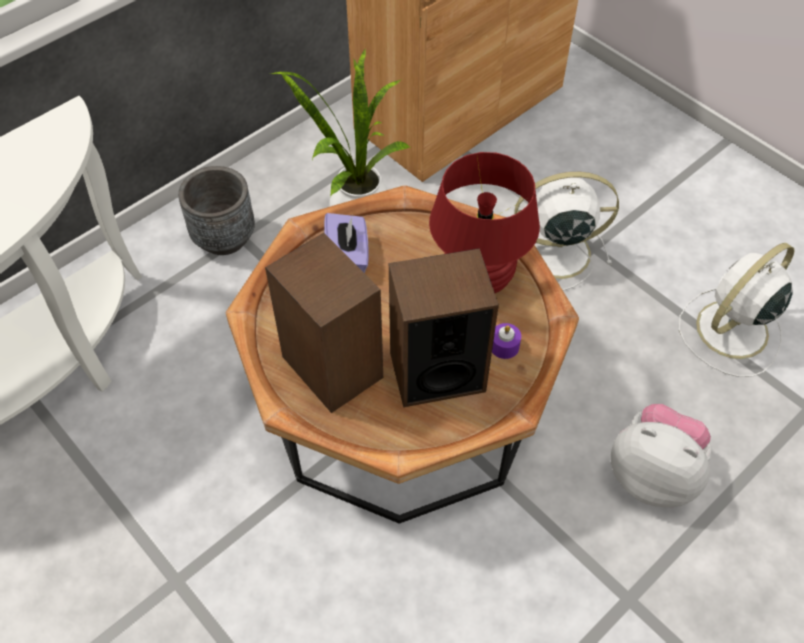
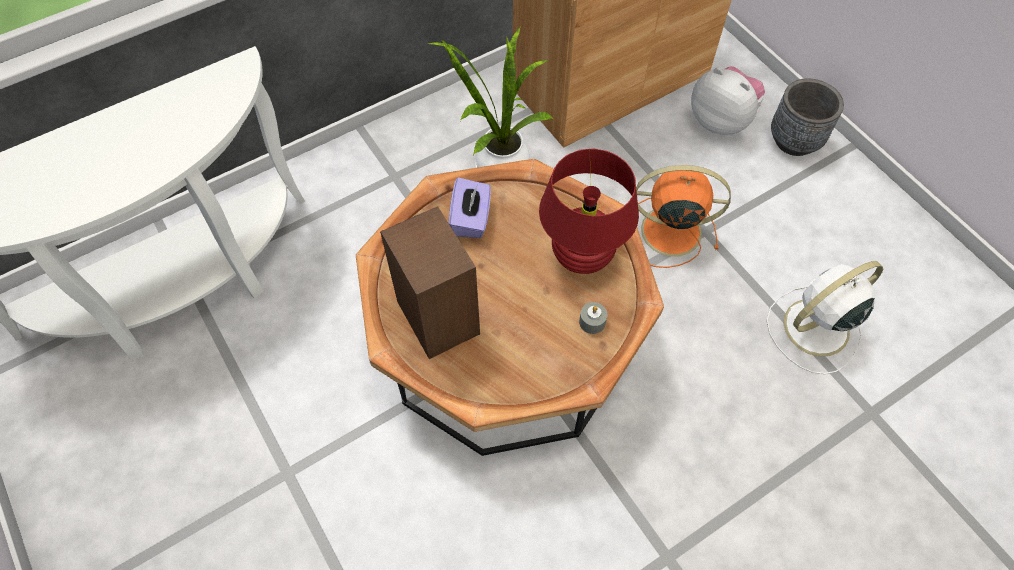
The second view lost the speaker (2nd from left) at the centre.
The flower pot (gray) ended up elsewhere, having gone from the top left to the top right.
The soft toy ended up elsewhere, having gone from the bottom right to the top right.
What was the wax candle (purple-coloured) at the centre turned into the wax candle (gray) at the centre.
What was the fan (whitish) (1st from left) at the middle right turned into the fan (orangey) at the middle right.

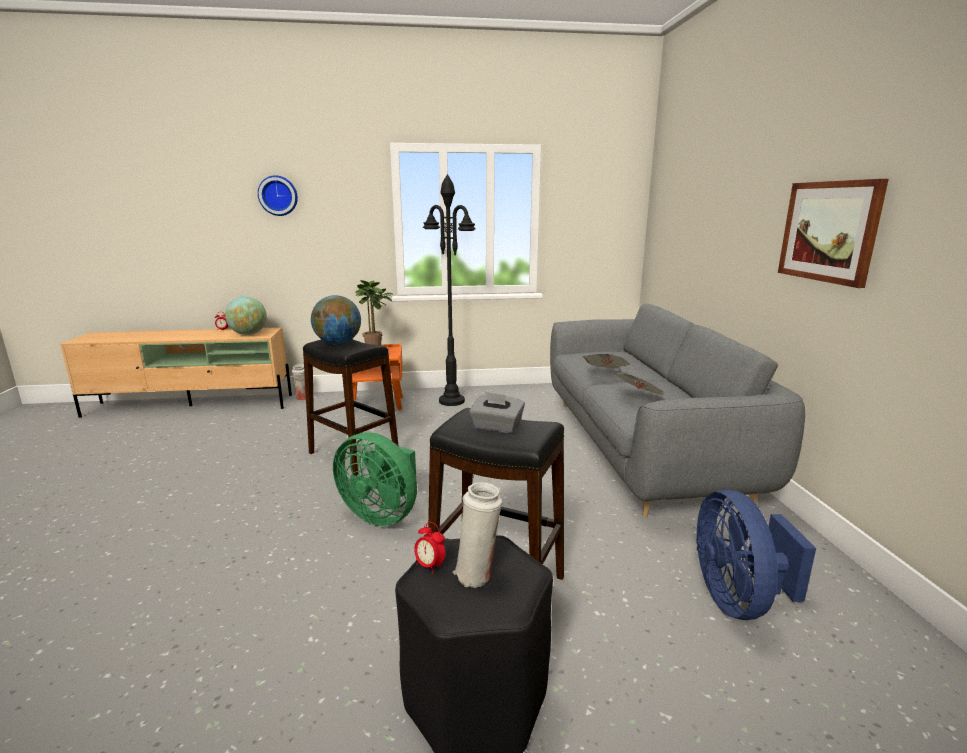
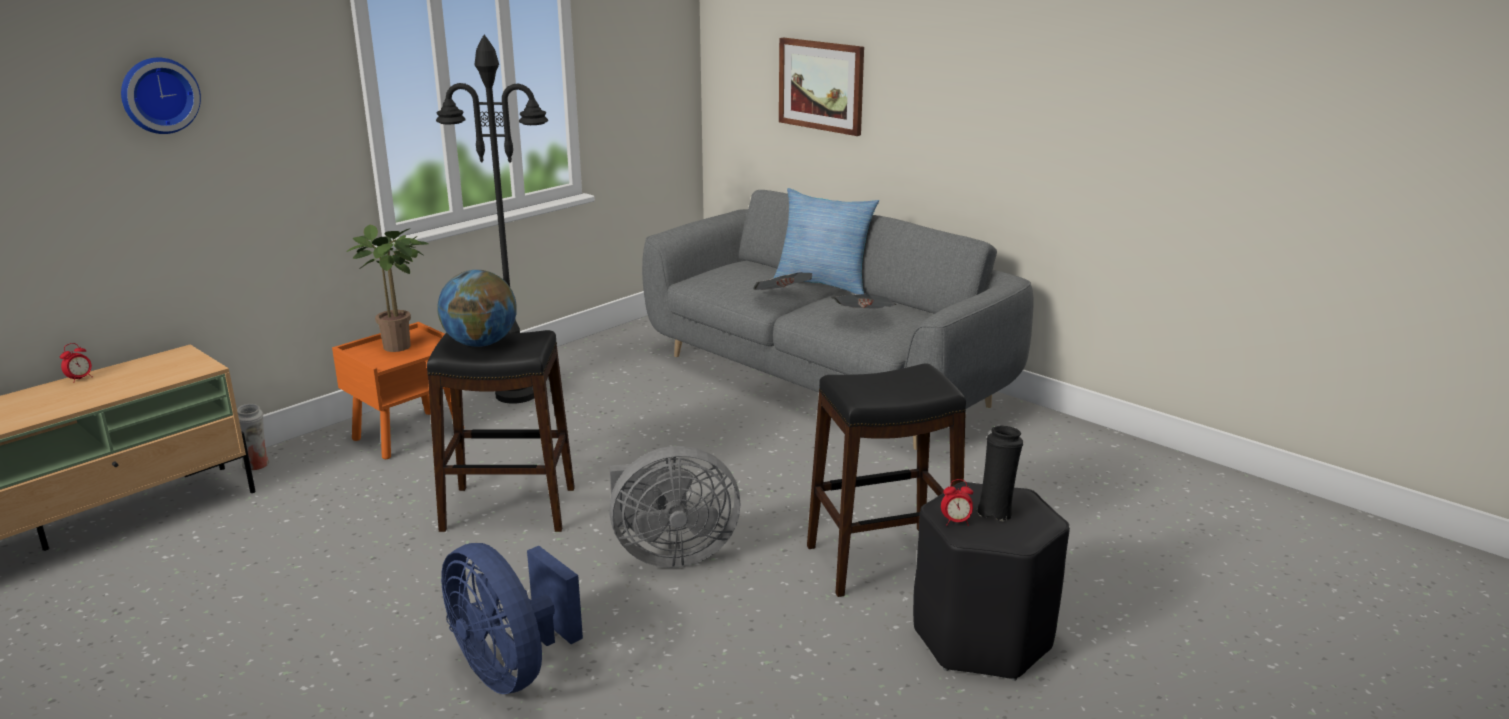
The second view lost the desk globe (1st from left) at the middle left.
The second view lost the tissue holder (gray) at the centre.
The second view gained the pillow at the centre.
The fan (blue) ended up elsewhere, having gone from the bottom right to the bottom centre.
The wall picture ended up elsewhere, having gone from the top right to the top centre.
What was the fan (green-coloured) at the centre turned into the fan (gray) at the bottom centre.
What was the vase (whitish) (2nd from left) at the bottom centre turned into the vase (black-coloured) at the centre.

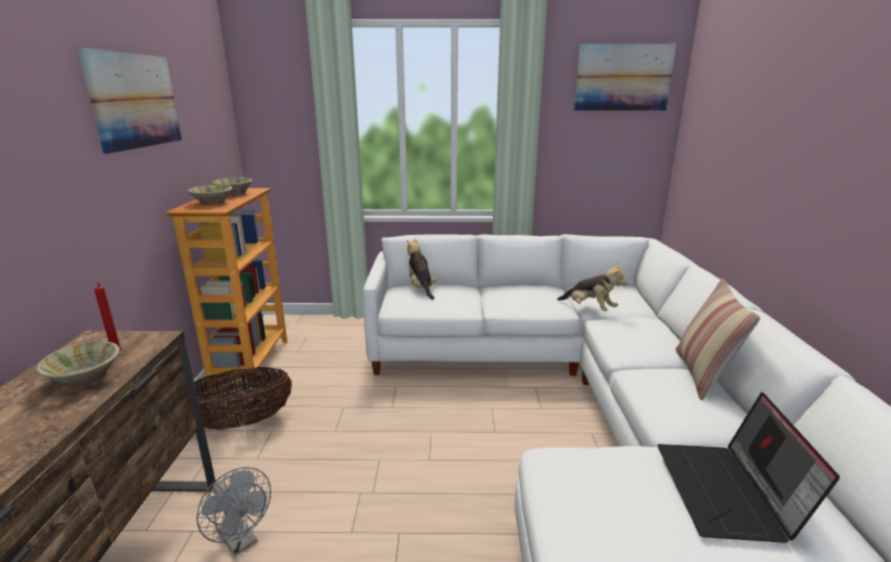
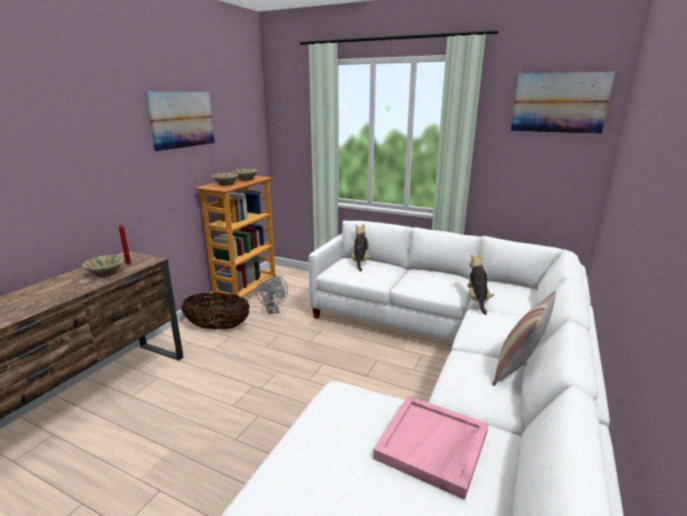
The fan (gray) ended up elsewhere, having gone from the bottom left to the centre.
Where the portable computer stood at the bottom right, the serving tray (pink) came to stand at the bottom centre.
The soft toy (2nd from left) at the centre ended up facing another way, 150 degrees counterclockwise from before.

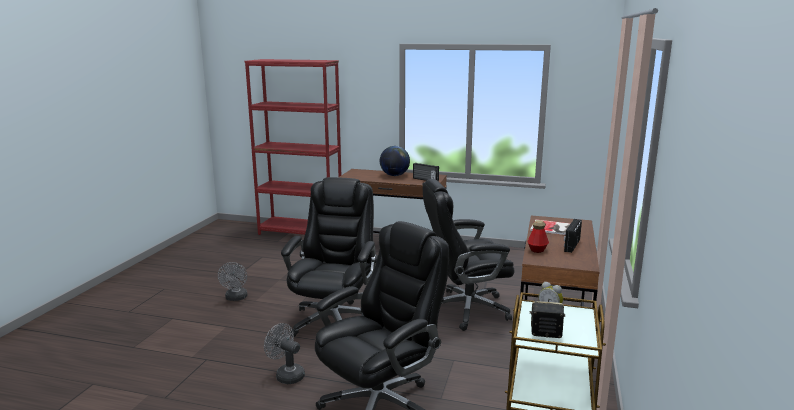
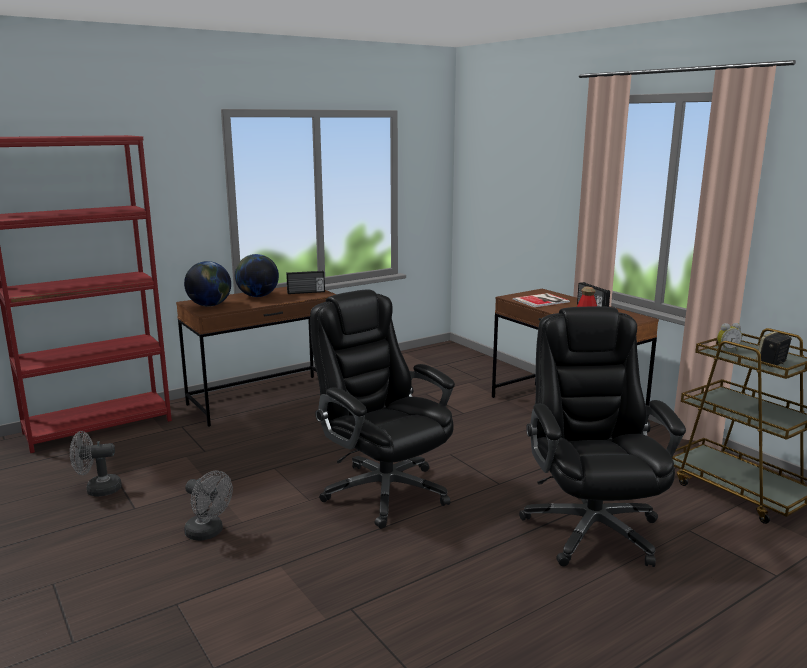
The second view lost the desk chair (black-coloured) (3rd from left) at the centre.
The second view gained the desk globe (1st from left) at the middle left.
The fan (gray) (2nd from left in the first image) ended up elsewhere, having gone from the bottom centre to the bottom left.

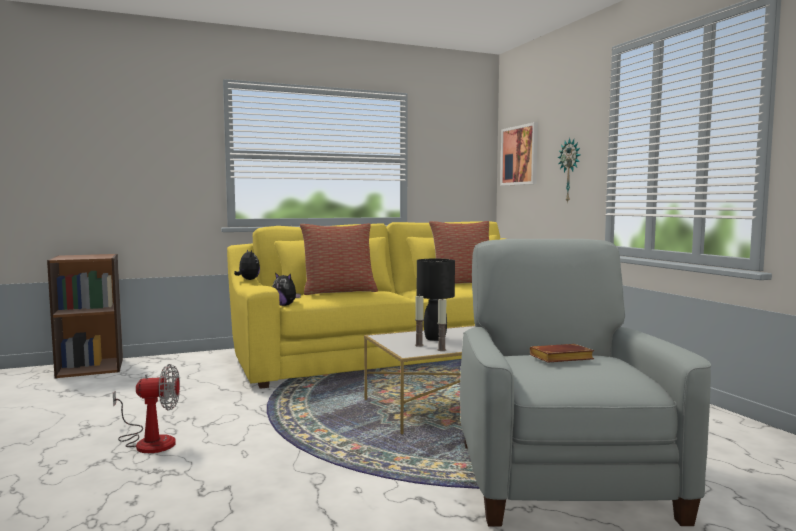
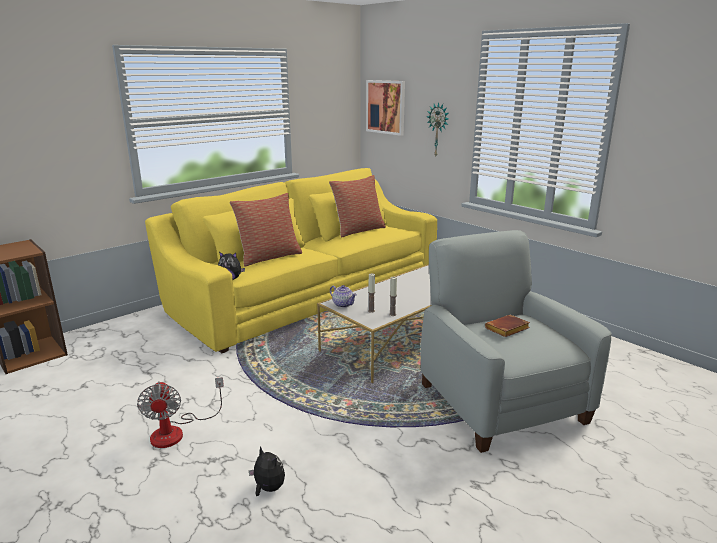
The second view lost the lamp for a table (black-coloured) at the centre.
The second view gained the pot for tea at the centre.
The soft toy (1st from left in the first image) ended up elsewhere, having gone from the middle left to the bottom centre.
The fan at the bottom left ended up facing another way, 105 degrees clockwise from before.

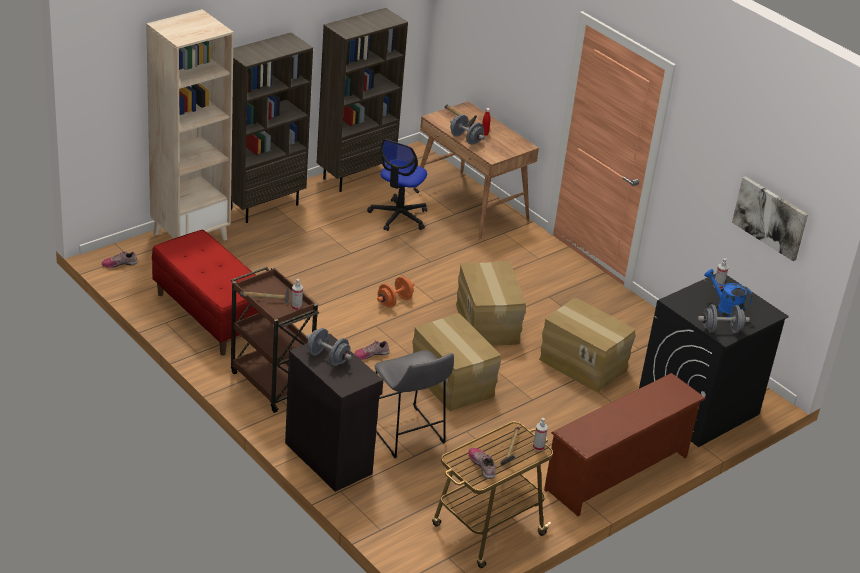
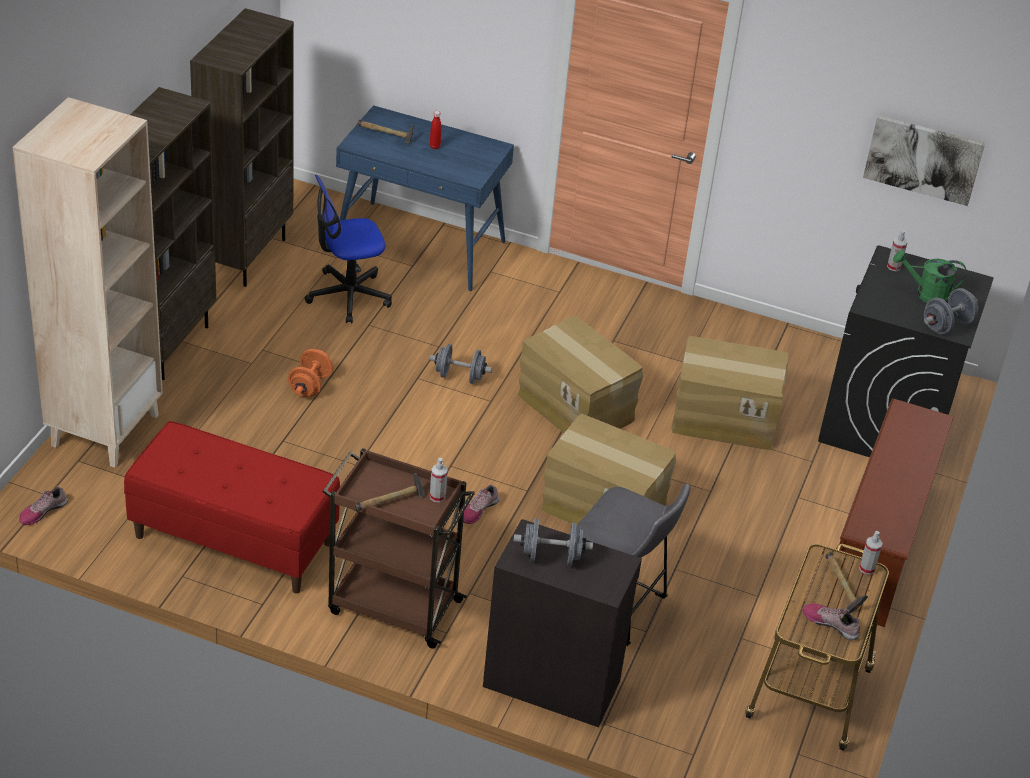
The hand weight (orangey) ended up elsewhere, having gone from the centre to the middle left.
The hand weight (gray) (2nd from left in the first image) ended up elsewhere, having gone from the top centre to the centre.
What was the desk unit (brown-coloured) at the top centre turned into the desk unit (blue) at the top centre.
What was the watering can (blue) at the middle right turned into the watering can (green-coloured) at the middle right.
The desk chair at the top centre ended up facing another way, 75 degrees clockwise from before.

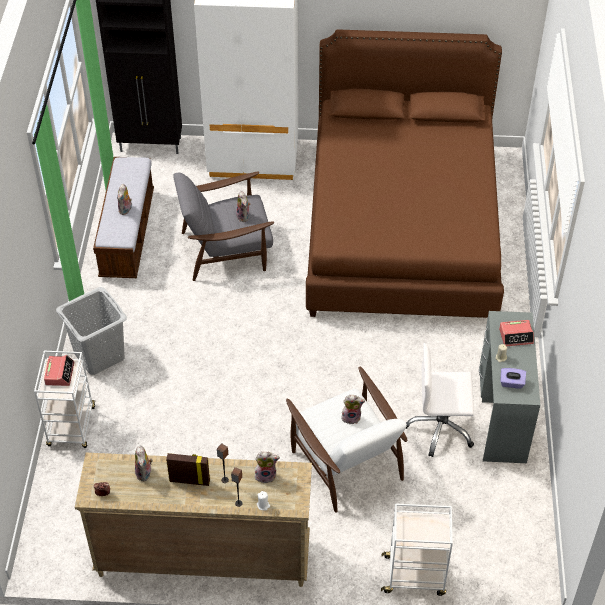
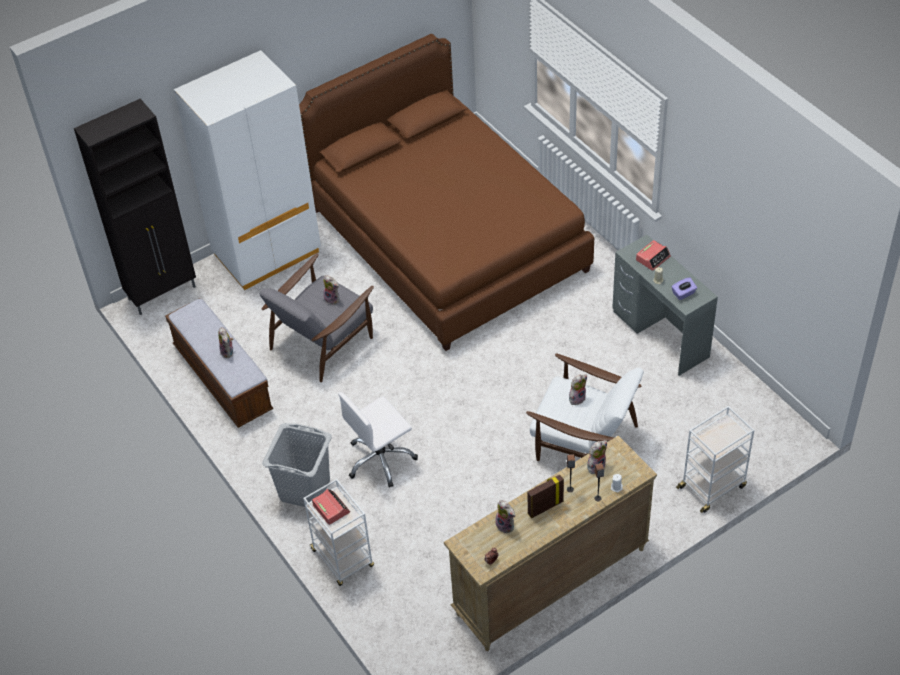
The desk chair (whitish) ended up elsewhere, having gone from the middle right to the centre.

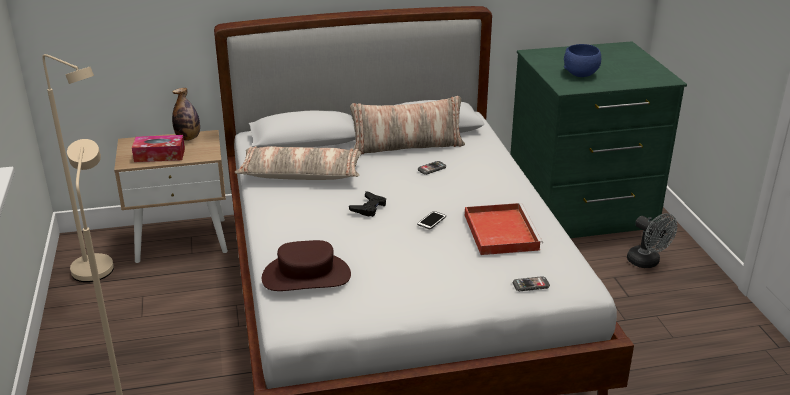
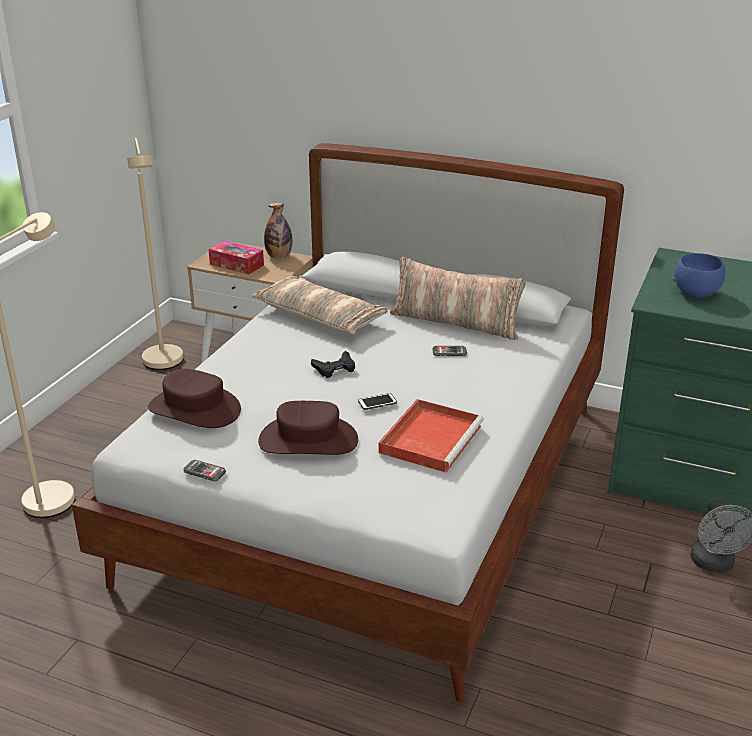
The second view gained the hat (brown-coloured) (2nd from left) at the centre.
The phone (3rd from left in the first image) ended up elsewhere, having gone from the bottom right to the middle left.

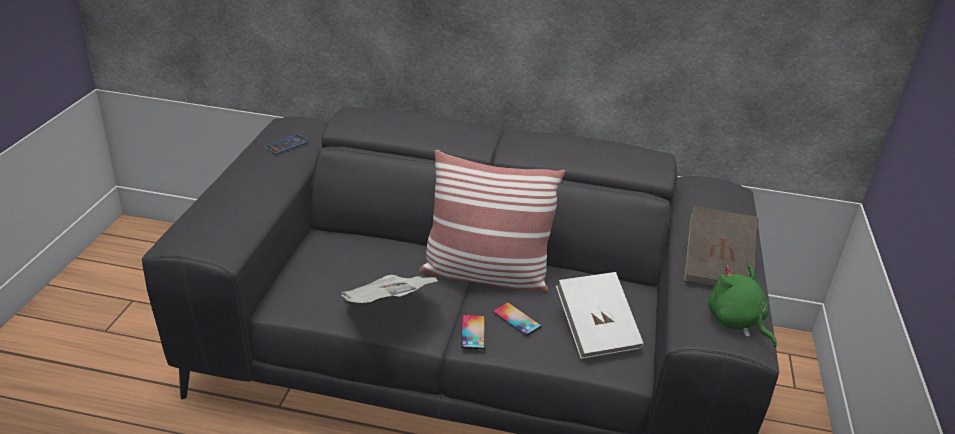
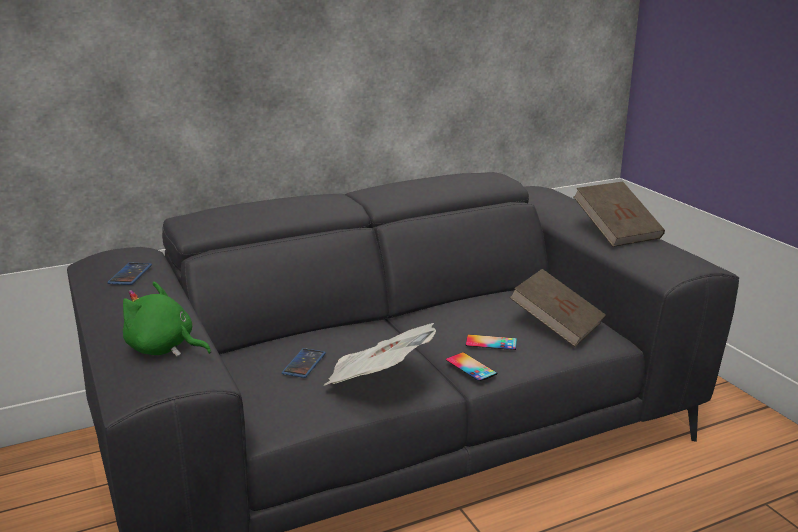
The second view lost the pillow at the centre.
The second view gained the phone (2nd from left) at the bottom centre.
The soft toy (green-coloured) ended up elsewhere, having gone from the bottom right to the middle left.
What was the bound book (whitish) at the bottom centre turned into the bound book (brown-coloured) (1st from left) at the middle right.

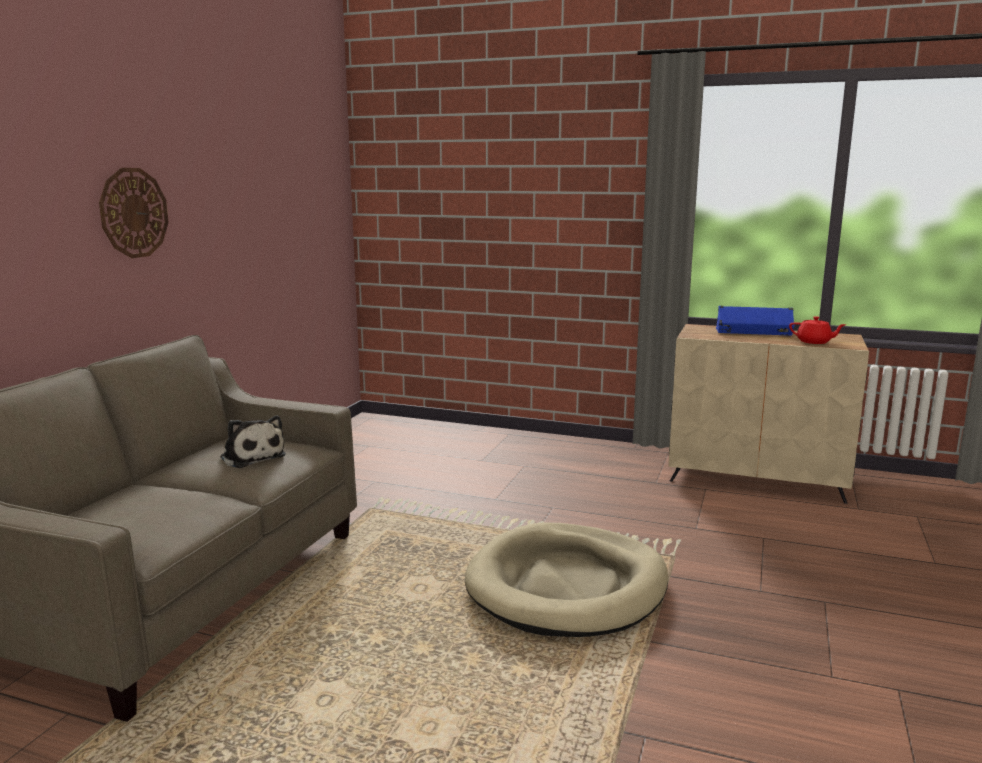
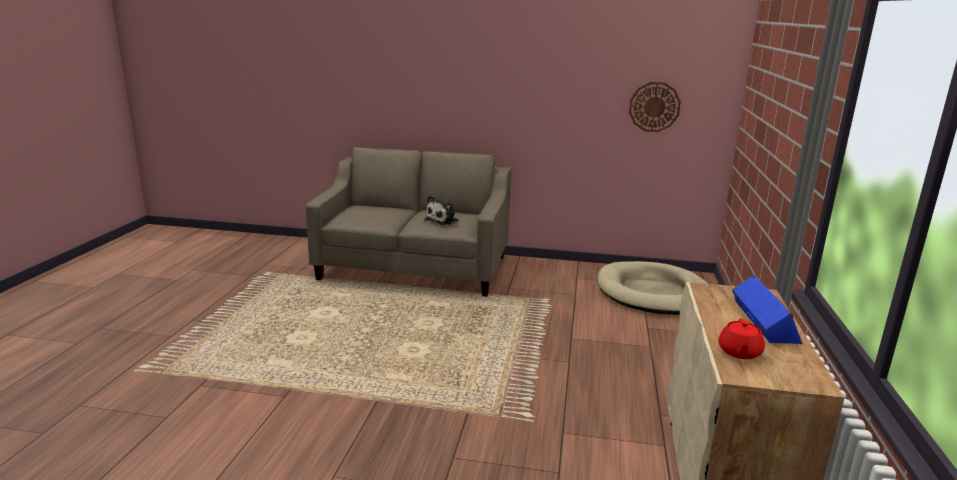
The clock on the wall ended up elsewhere, having gone from the top left to the top right.
The pet bed (beige) ended up elsewhere, having gone from the bottom centre to the middle right.

